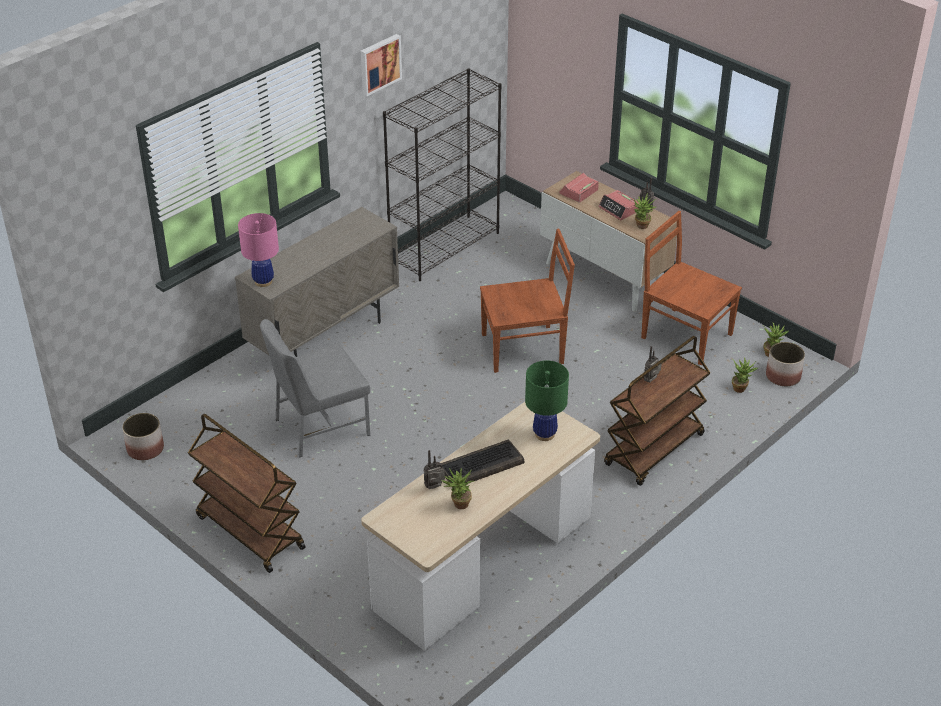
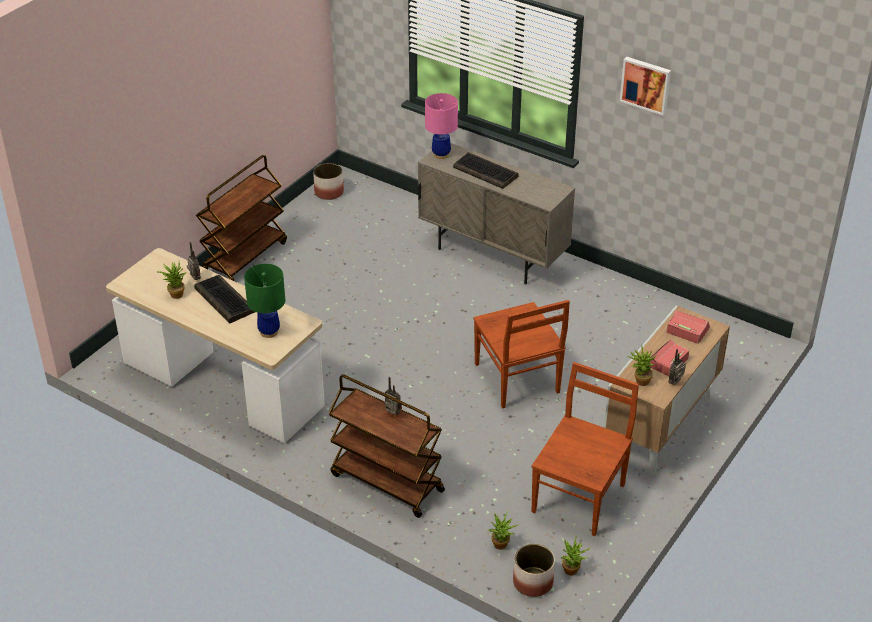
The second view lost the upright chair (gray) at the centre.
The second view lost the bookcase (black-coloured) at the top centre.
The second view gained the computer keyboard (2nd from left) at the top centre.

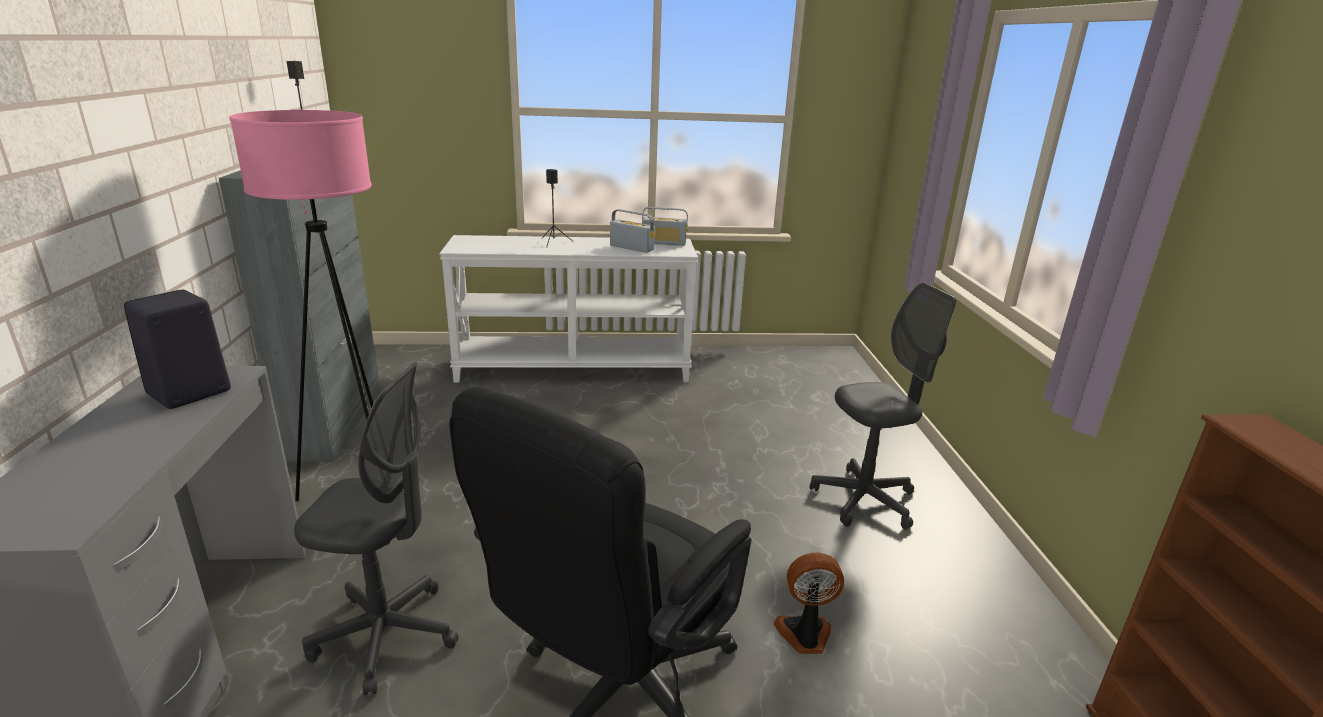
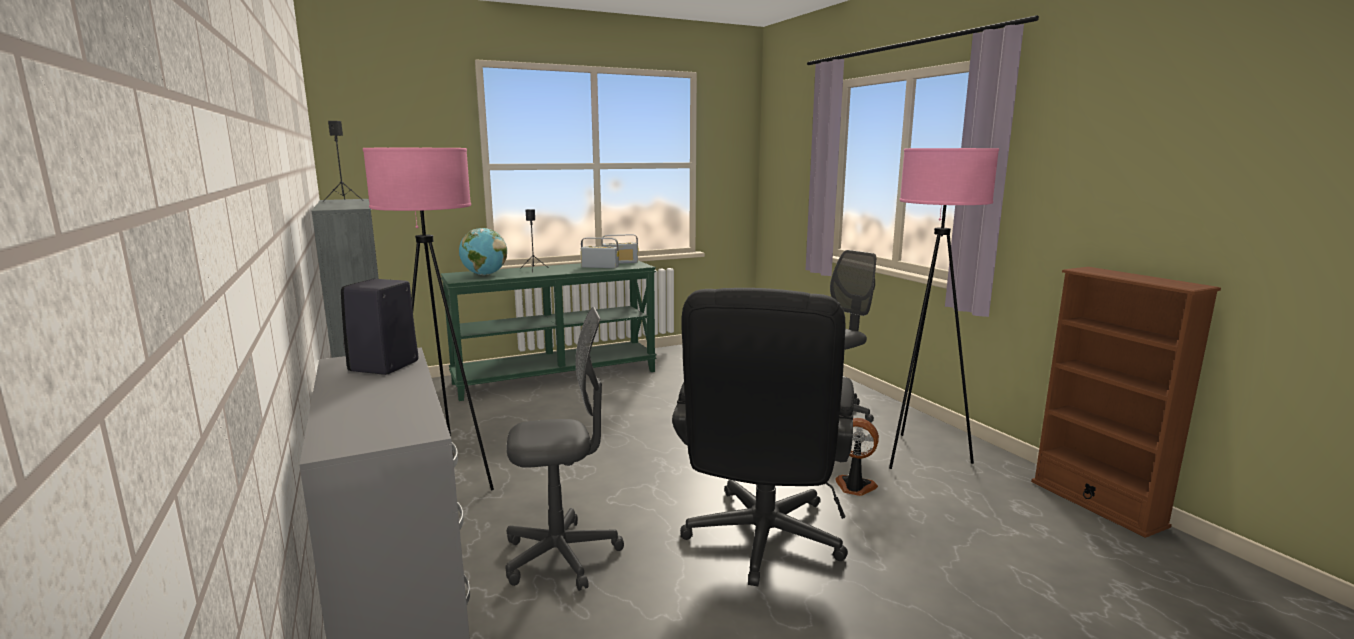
The second view gained the desk globe at the centre.
The second view gained the standing lamp (pink) (2nd from left) at the middle right.
What was the hall table (whitish) at the centre turned into the hall table (green-coloured) at the centre.
The fan at the bottom centre ended up facing another way, 45 degrees clockwise from before.

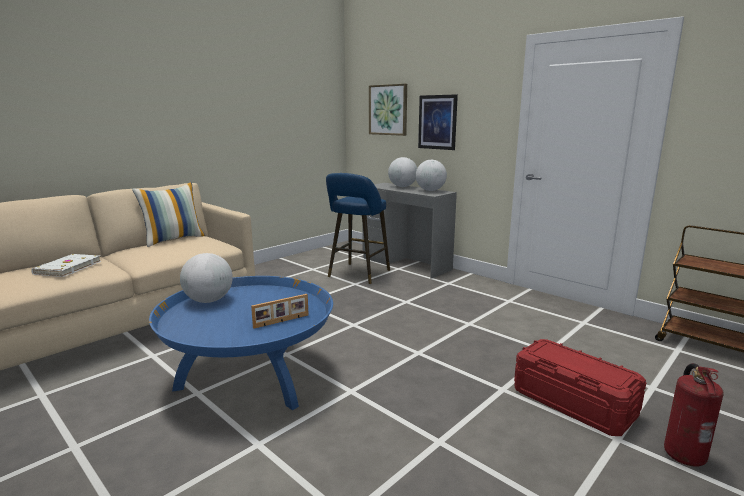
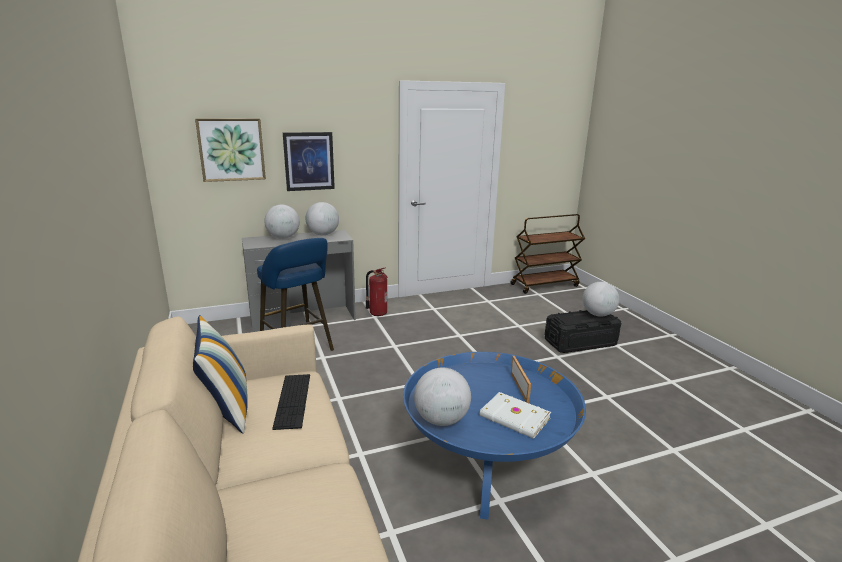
The second view gained the computer keyboard at the bottom centre.
The second view gained the desk globe (4th from left) at the middle right.
The bound book (whitish) ended up elsewhere, having gone from the middle left to the bottom centre.
The fire-fighting cylinder ended up elsewhere, having gone from the bottom right to the centre.
What was the storage box (reddish) at the bottom right turned into the storage box (black-coloured) at the middle right.

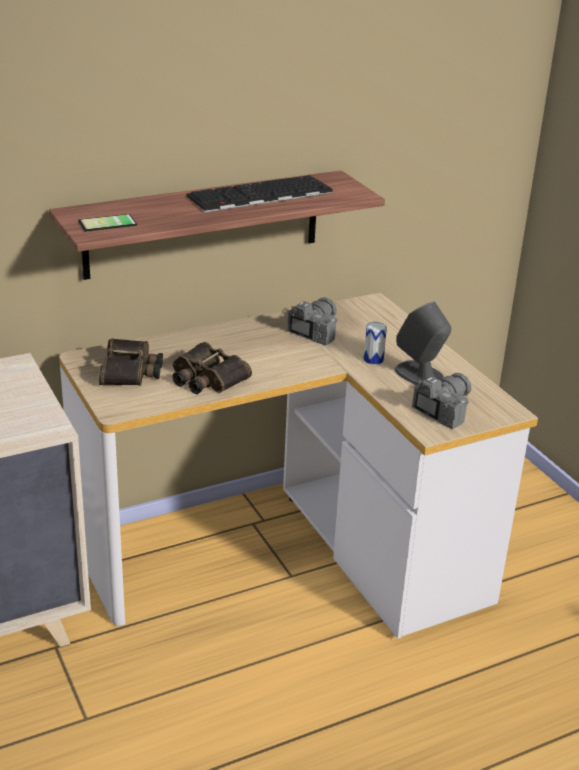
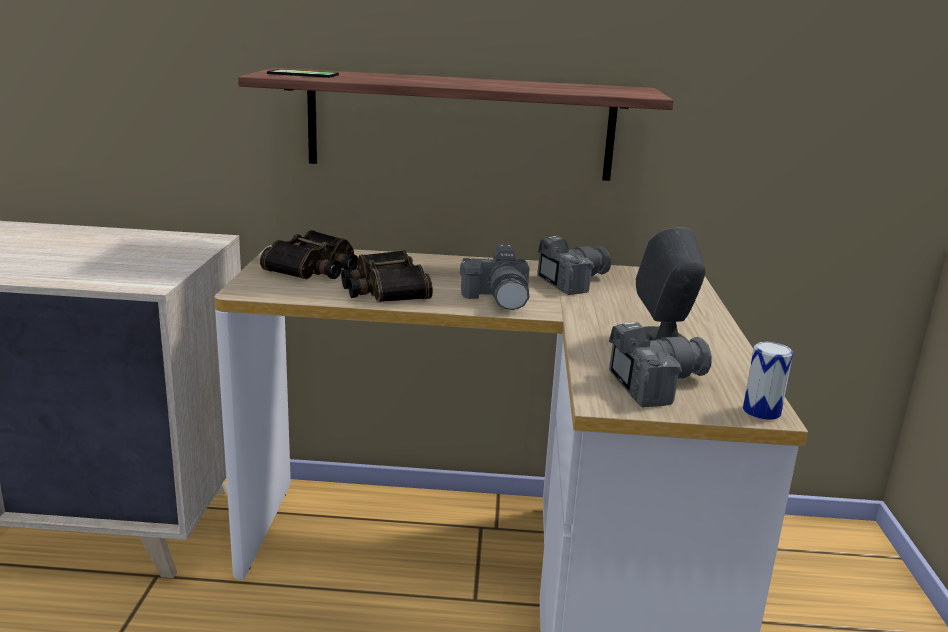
The second view lost the computer keyboard at the top centre.
The second view gained the photo camera (1st from left) at the centre.
The can ended up elsewhere, having gone from the centre to the middle right.

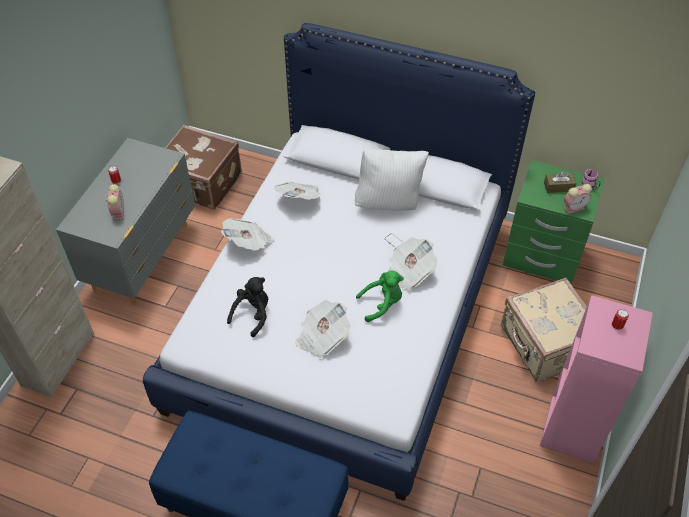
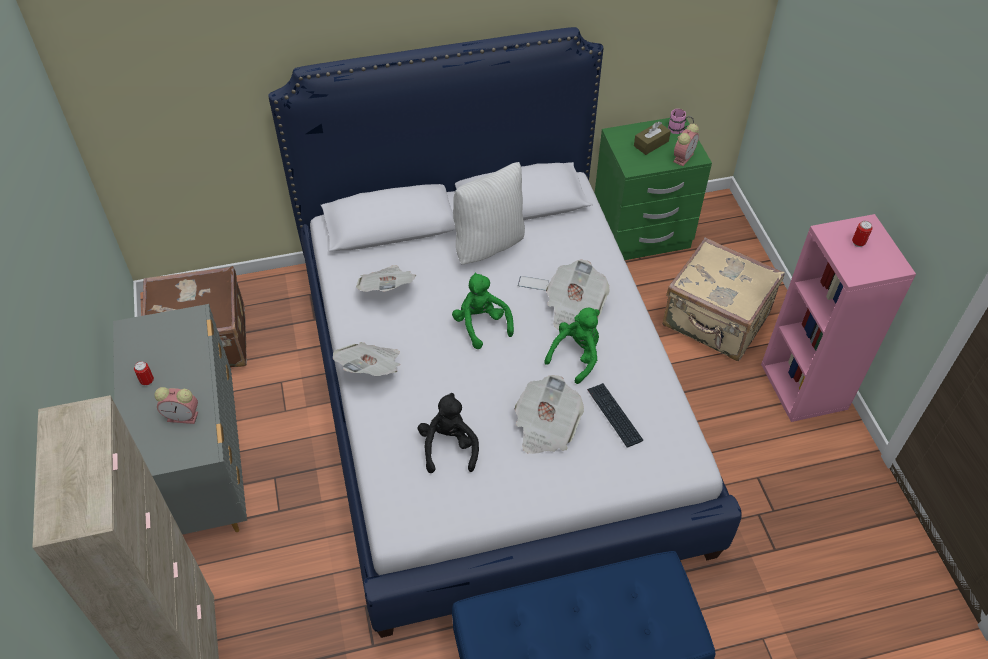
The second view gained the soft toy (green-coloured) (1st from left) at the centre.
The second view gained the computer keyboard at the centre.
The table clock (1st from left) at the middle left ended up facing another way, 135 degrees clockwise from before.

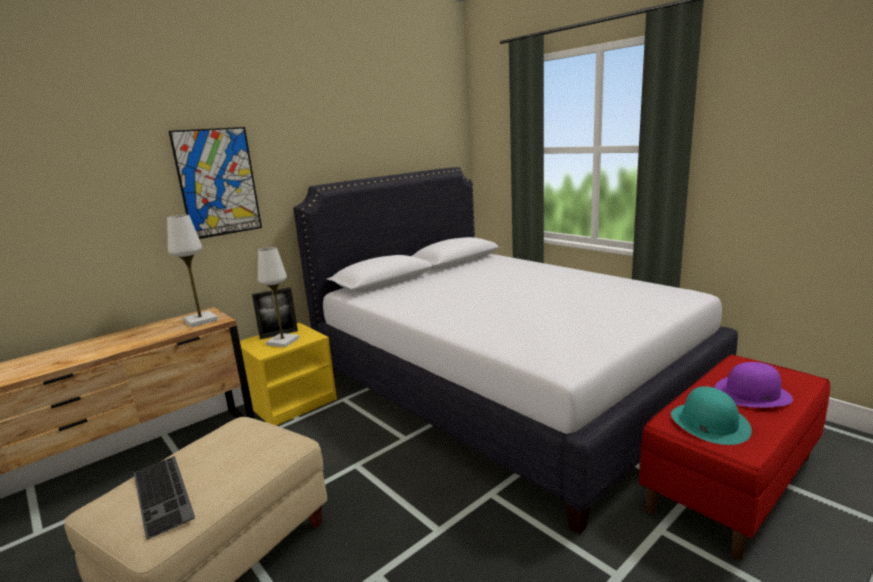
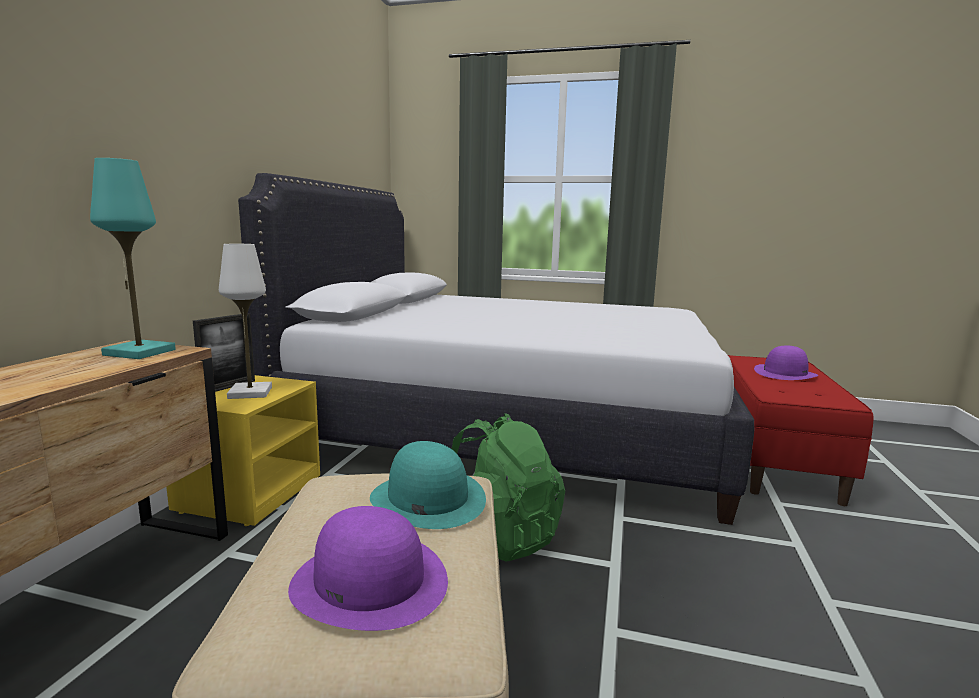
The second view lost the wall picture at the top left.
The second view gained the backpack (green-coloured) at the bottom centre.
The hat (turquoise) ended up elsewhere, having gone from the bottom right to the bottom centre.
Where the computer keyboard stood at the bottom left, the hat (purple-coloured) (1st from left) came to stand at the bottom centre.
What was the lamp for a table (whitish) (1st from left) at the middle left turned into the lamp for a table (turquoise) at the middle left.

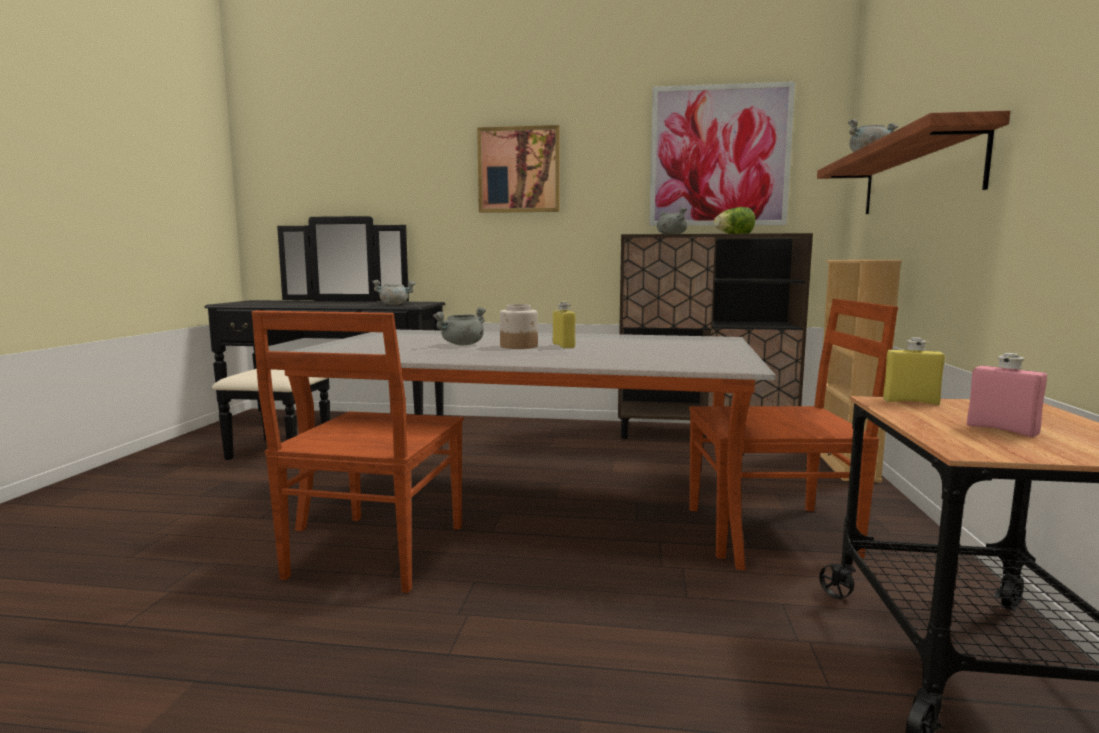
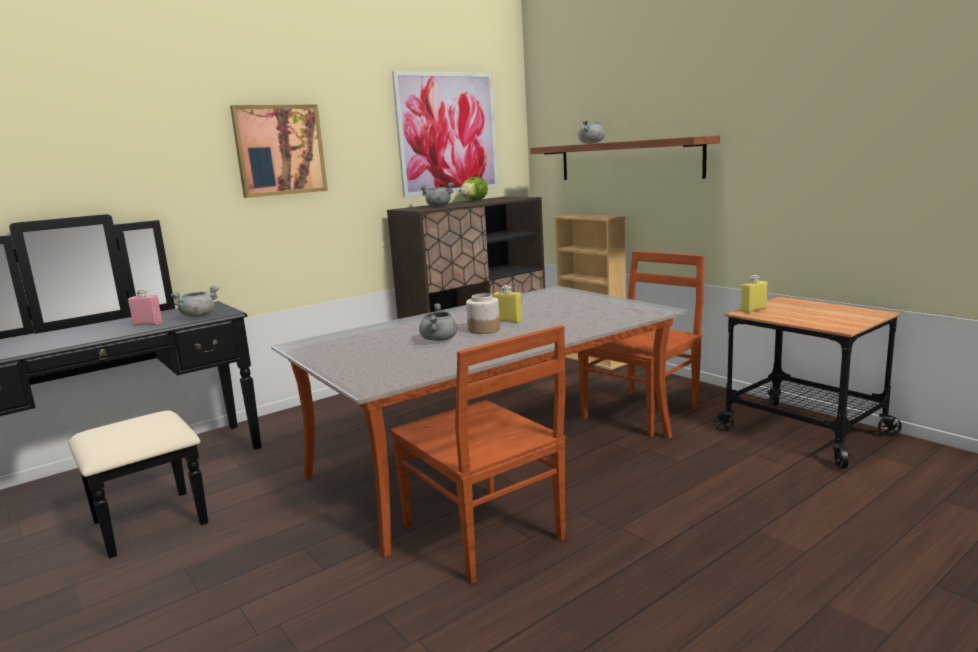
The beverage bottle (pink) ended up elsewhere, having gone from the middle right to the middle left.

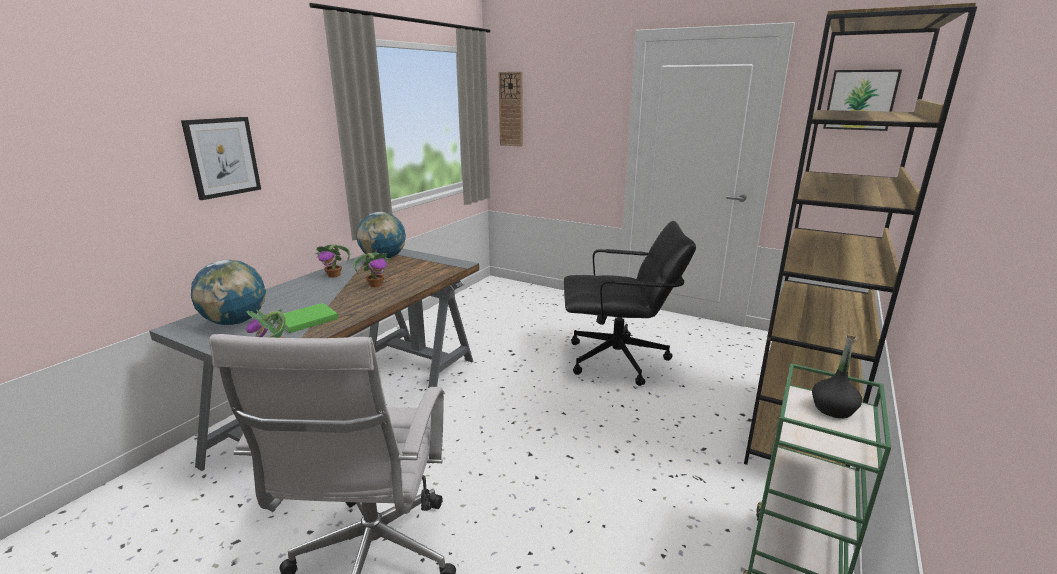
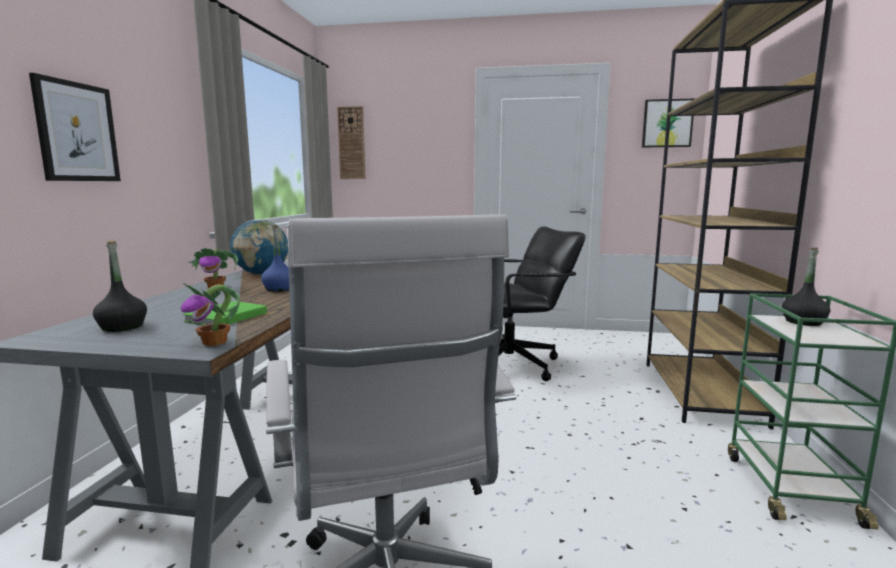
Where the desk globe (1st from left) stood at the middle left, the beverage bottle (black-coloured) (1st from left) came to stand at the middle left.
Where the houseplant (3rd from left) stood at the centre, the beverage bottle (blue) came to stand at the middle left.

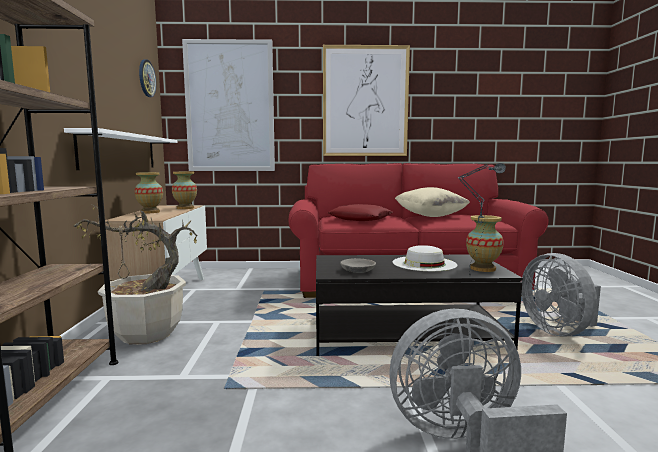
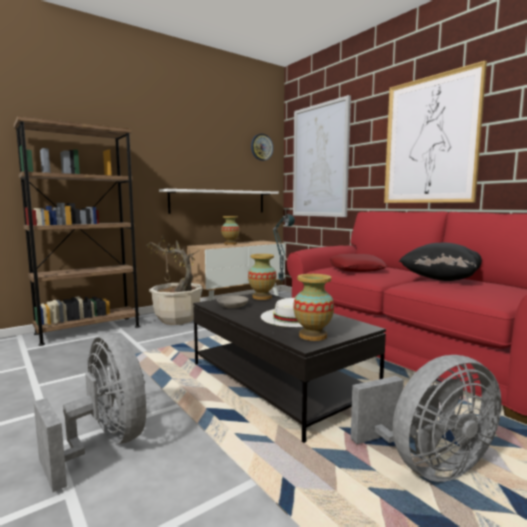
The vase (2nd from left) ended up elsewhere, having gone from the middle left to the centre.
What was the pillow (beige) at the centre turned into the pillow (black-coloured) at the middle right.
The fan (gray) (2nd from left) at the middle right ended up facing another way, 150 degrees counterclockwise from before.

